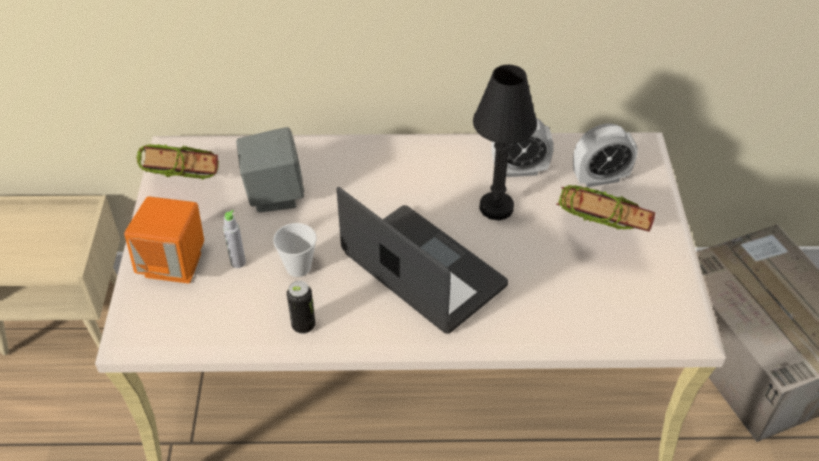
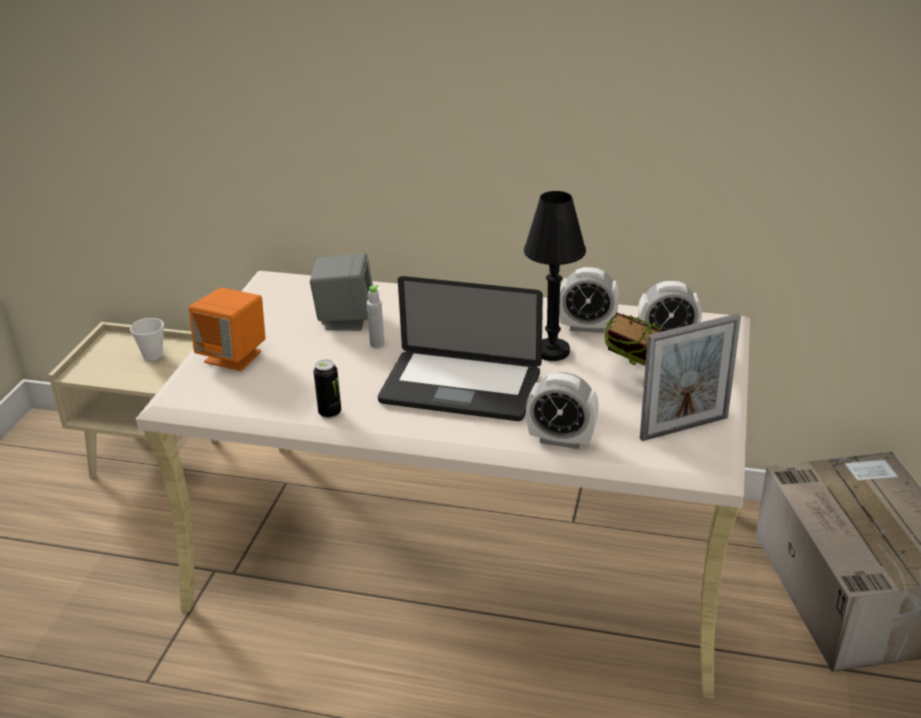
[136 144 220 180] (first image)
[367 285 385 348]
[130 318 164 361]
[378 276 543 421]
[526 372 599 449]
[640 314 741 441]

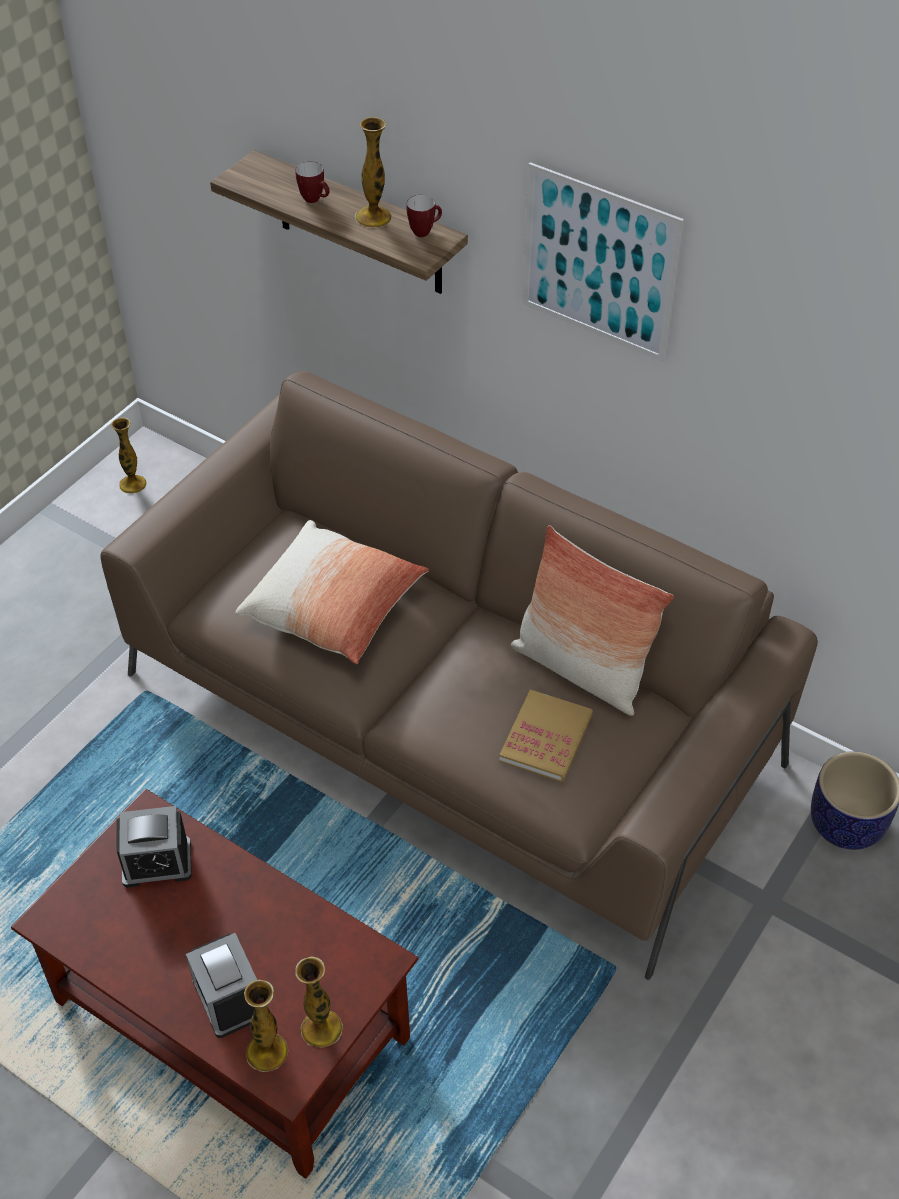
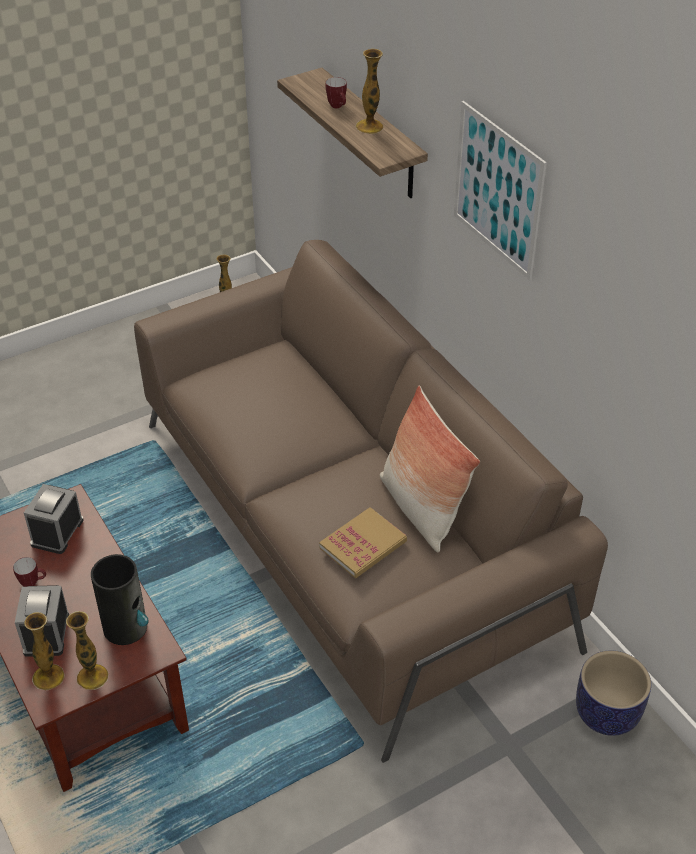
[24 484 84 554]
[235 520 429 664] (first image)
[13 557 46 587]
[91 554 149 645]

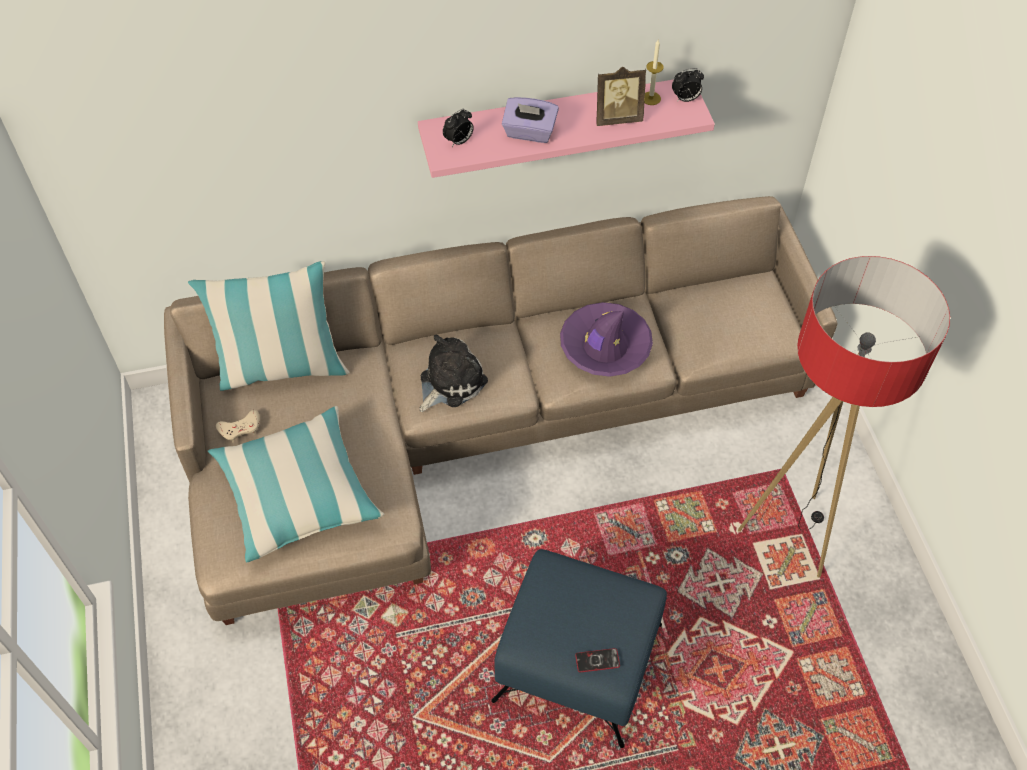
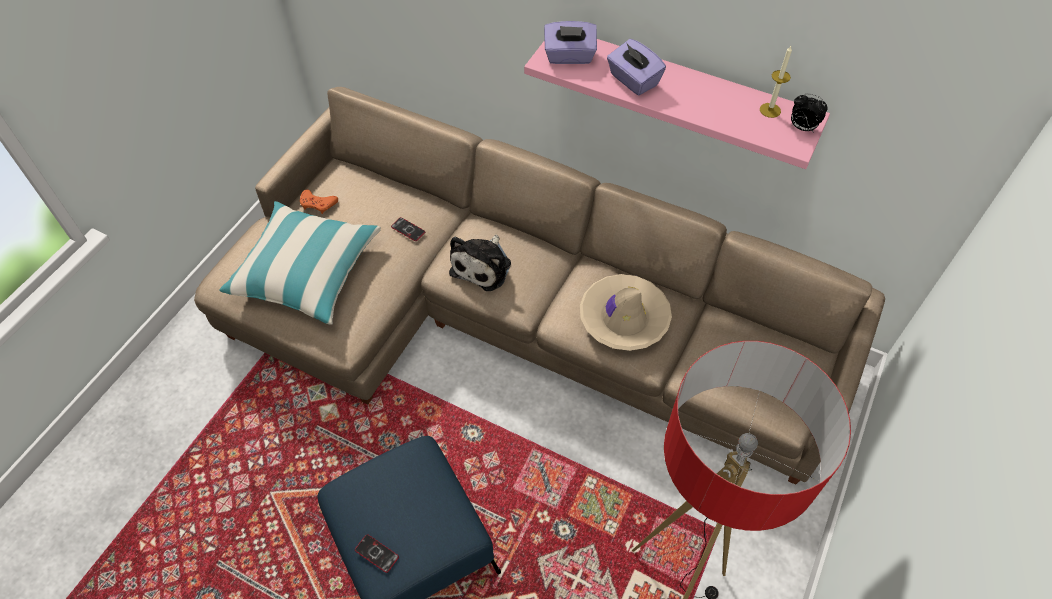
[188 261 349 391] (first image)
[300 190 338 214]
[449 235 511 291]
[544 21 597 64]
[580 274 672 351]
[596 66 646 126] (first image)
[391 217 425 241]

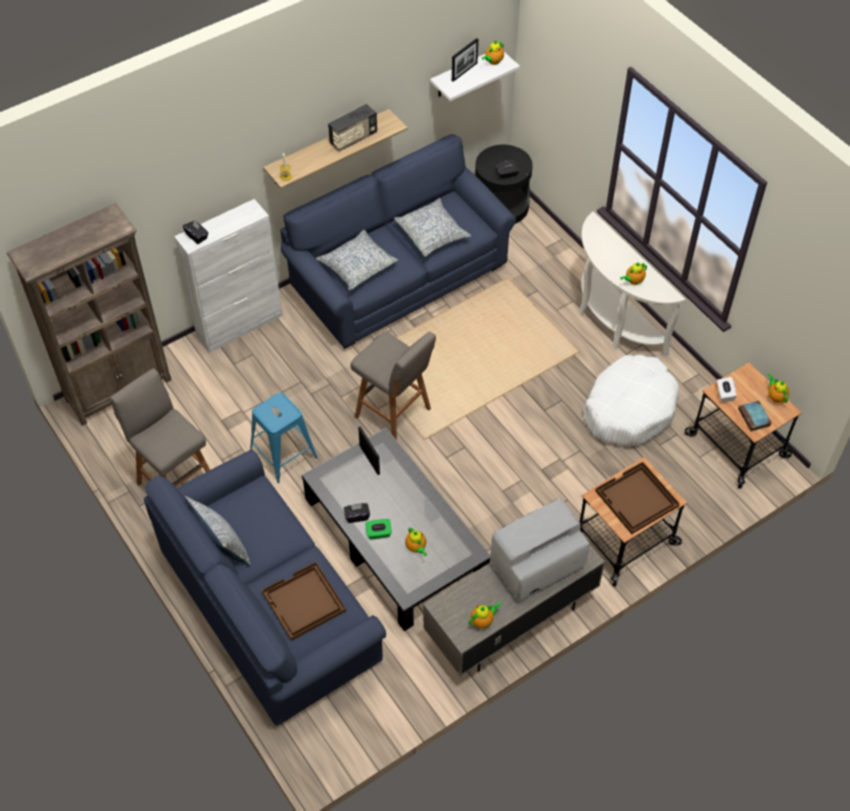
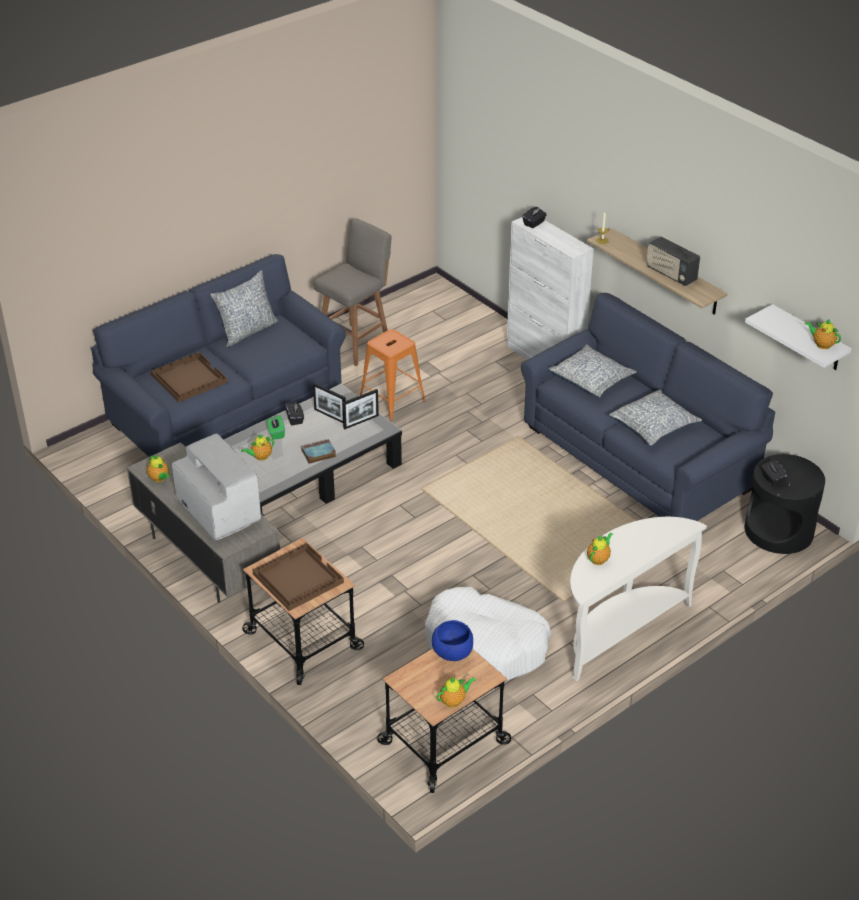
[7 203 171 426] (first image)
[360 329 426 421]
[351 332 436 440] (first image)
[313 383 346 423]
[587 532 613 565]
[432 620 473 661]
[301 439 336 464]

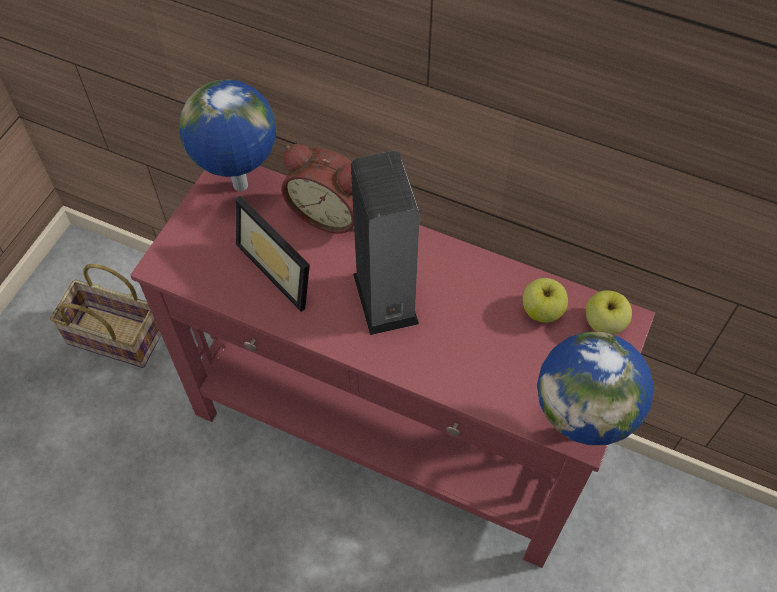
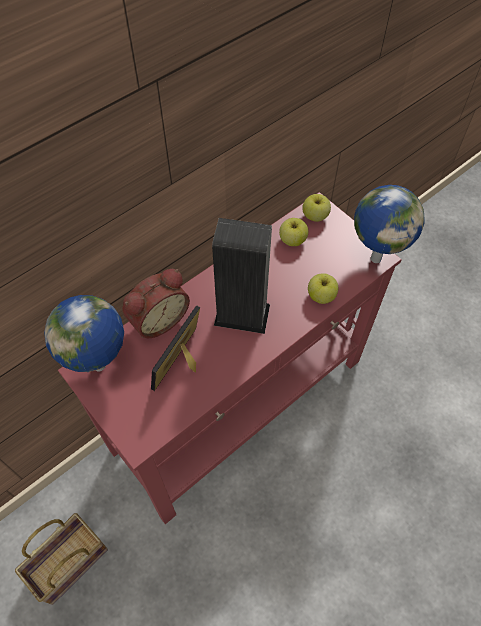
[151 306 200 391]
[308 273 338 304]

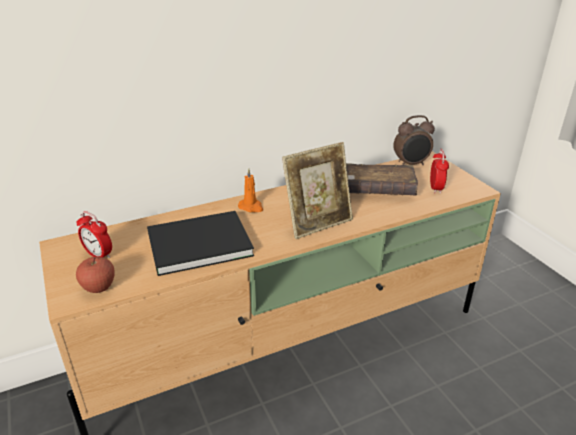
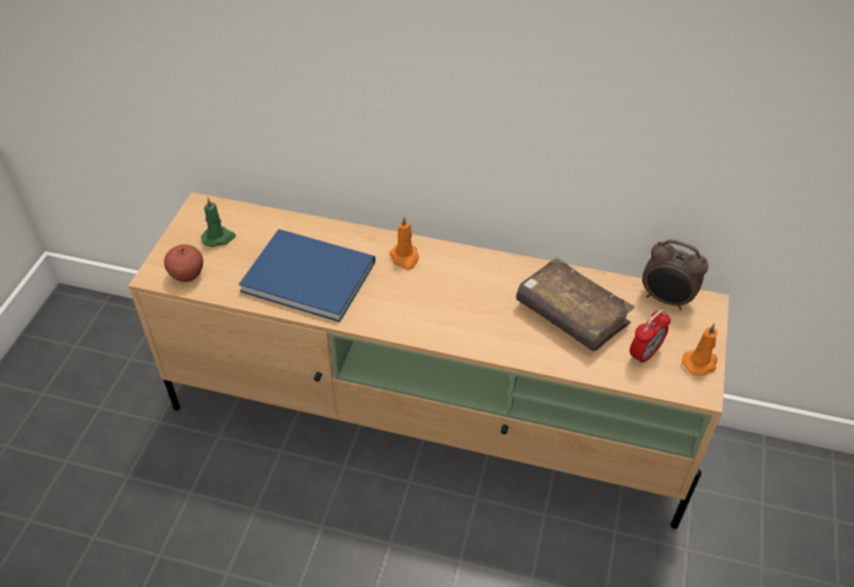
[201 197 236 247]
[239 229 375 322]
[282 142 353 239] (first image)
[682 323 718 376]

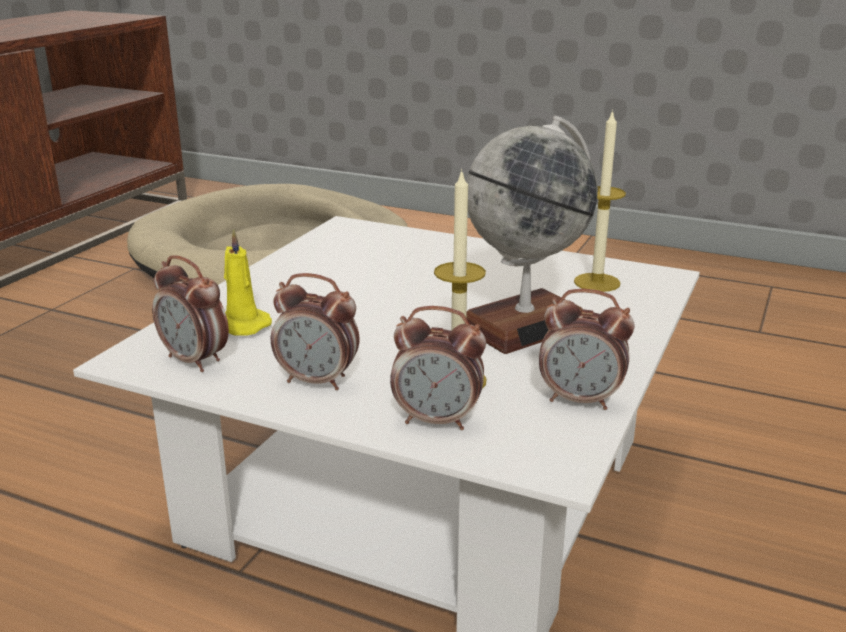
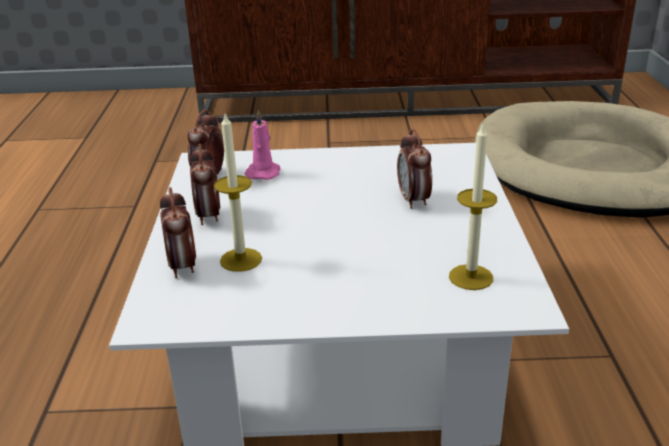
[245 109 280 180]
[466 116 598 354] (first image)
[397 129 432 209]

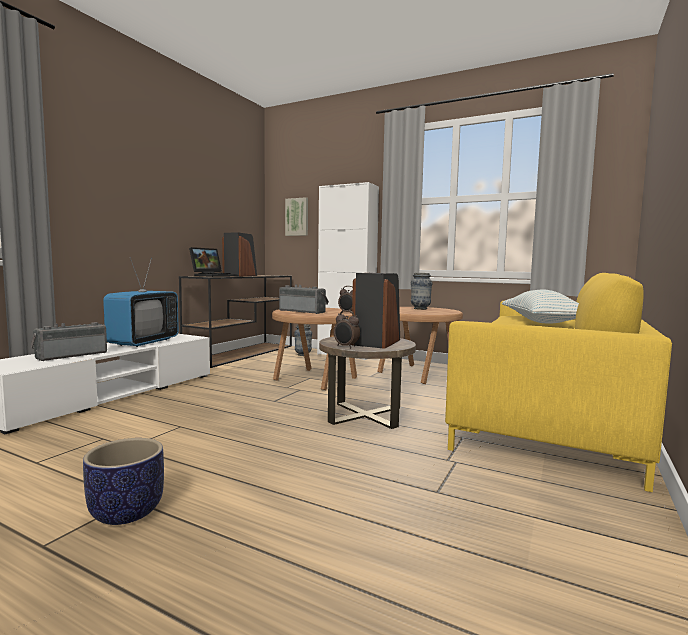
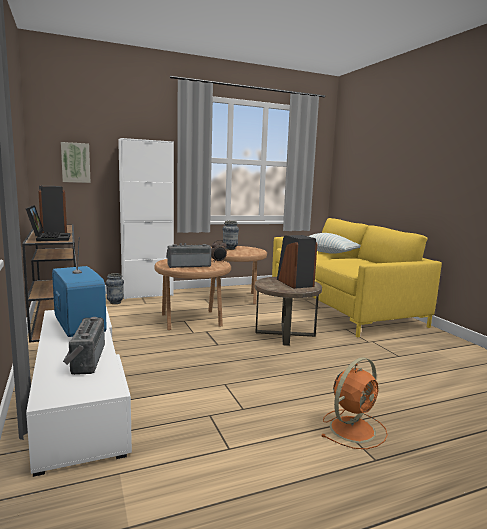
[322 357 388 449]
[334 310 360 348] (first image)

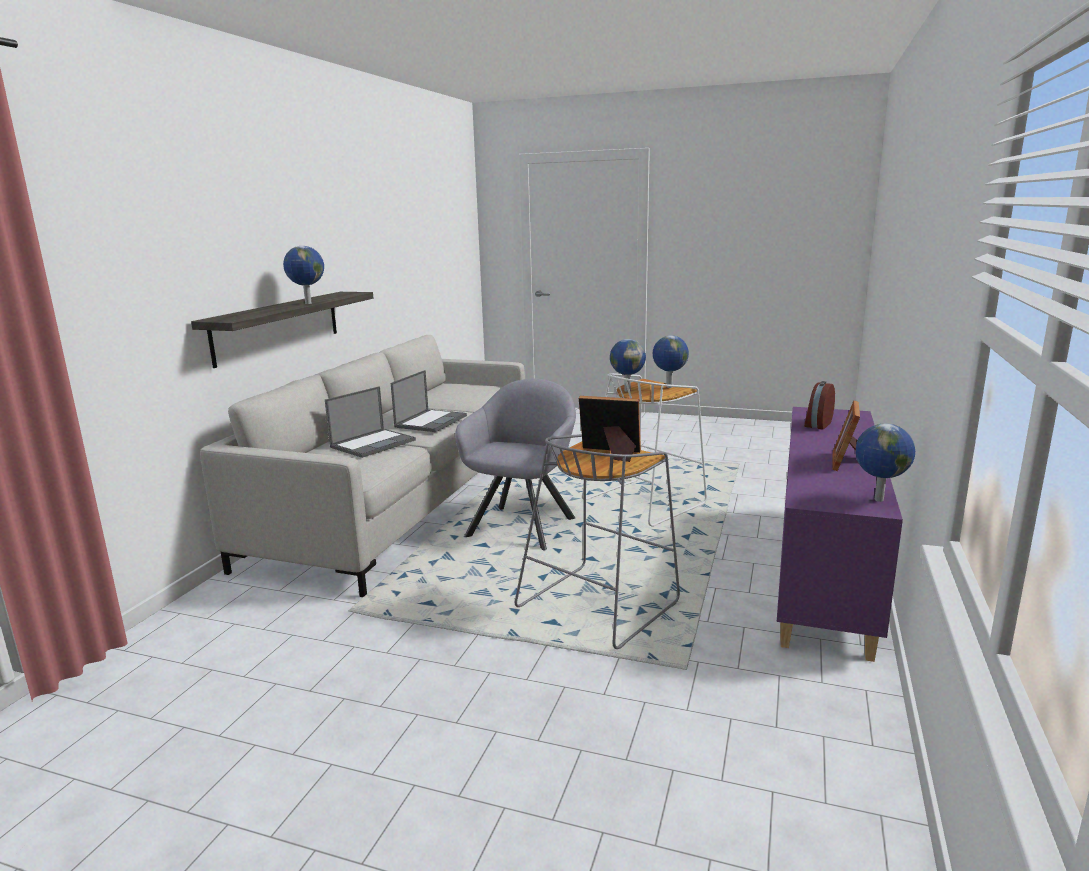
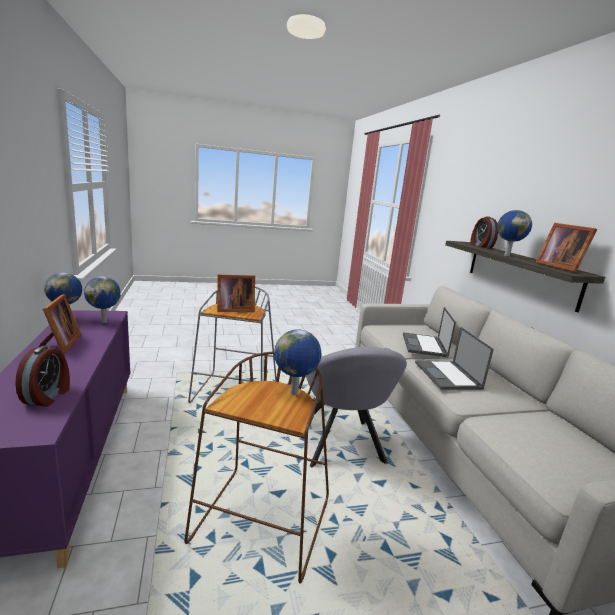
[184 352 329 584]
[84 276 121 323]
[470 216 498 248]
[536 223 597 273]

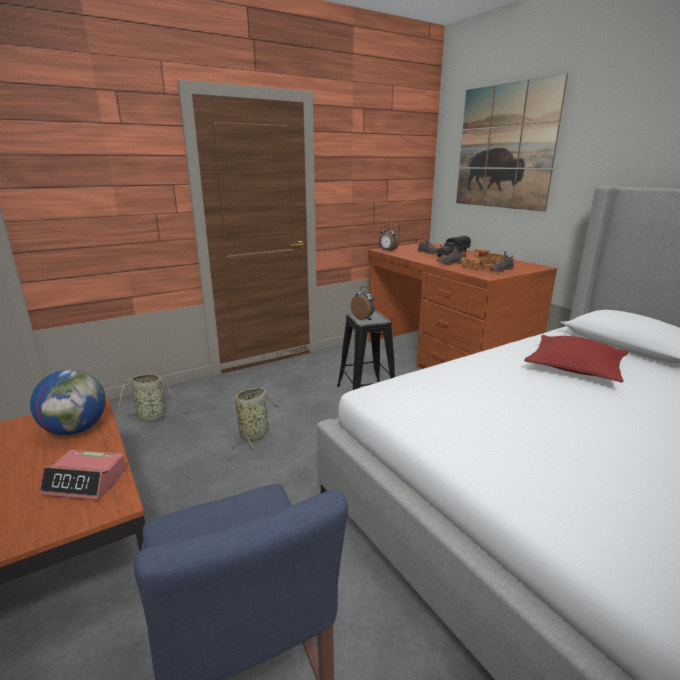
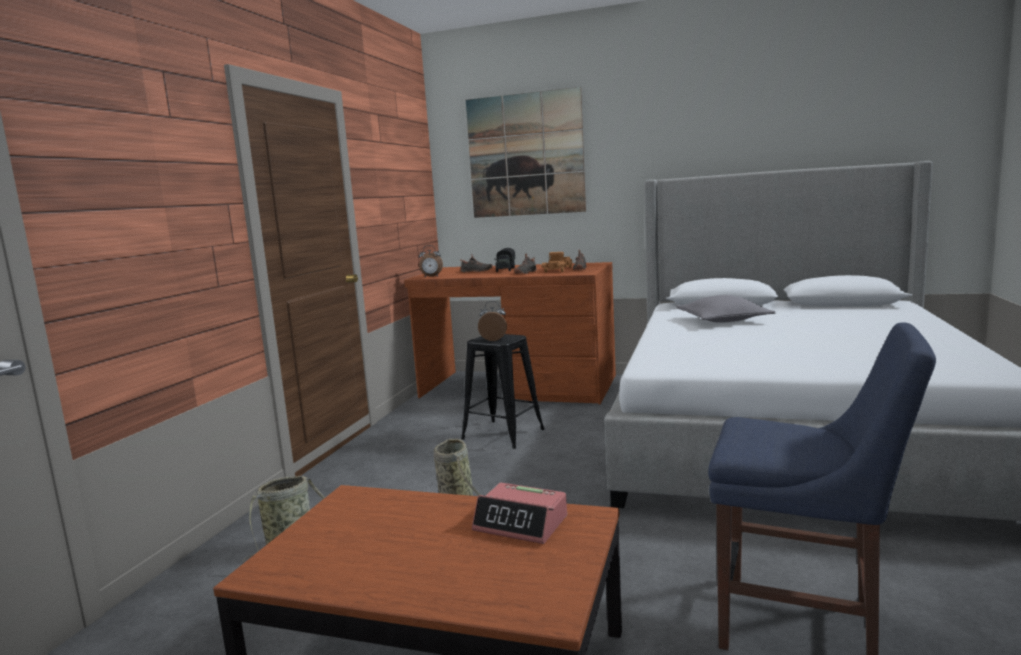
[30 370 106 435] (first image)
[472 483 567 544]
[676 295 775 323]

